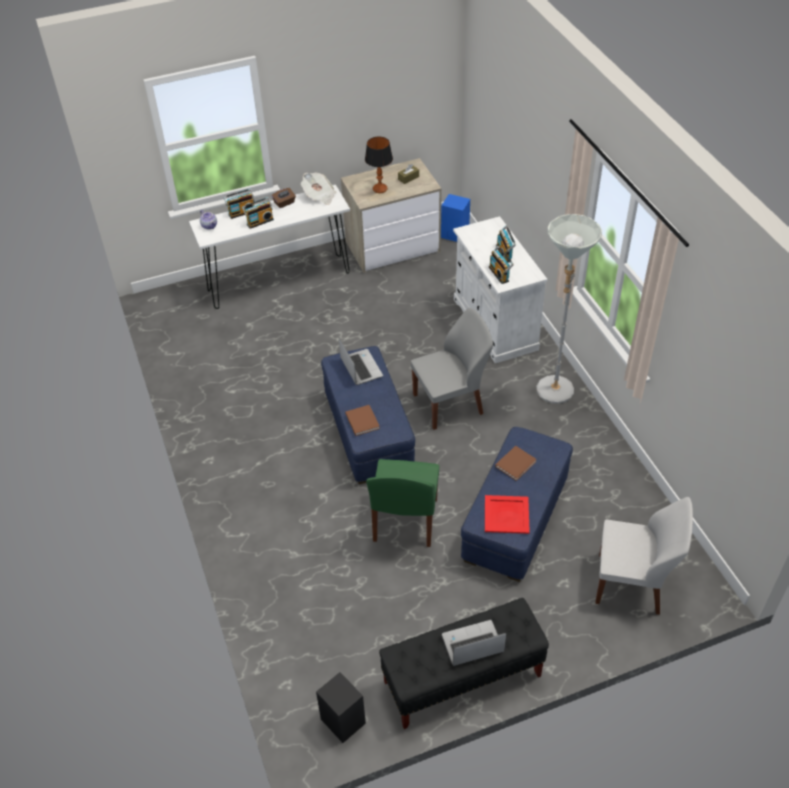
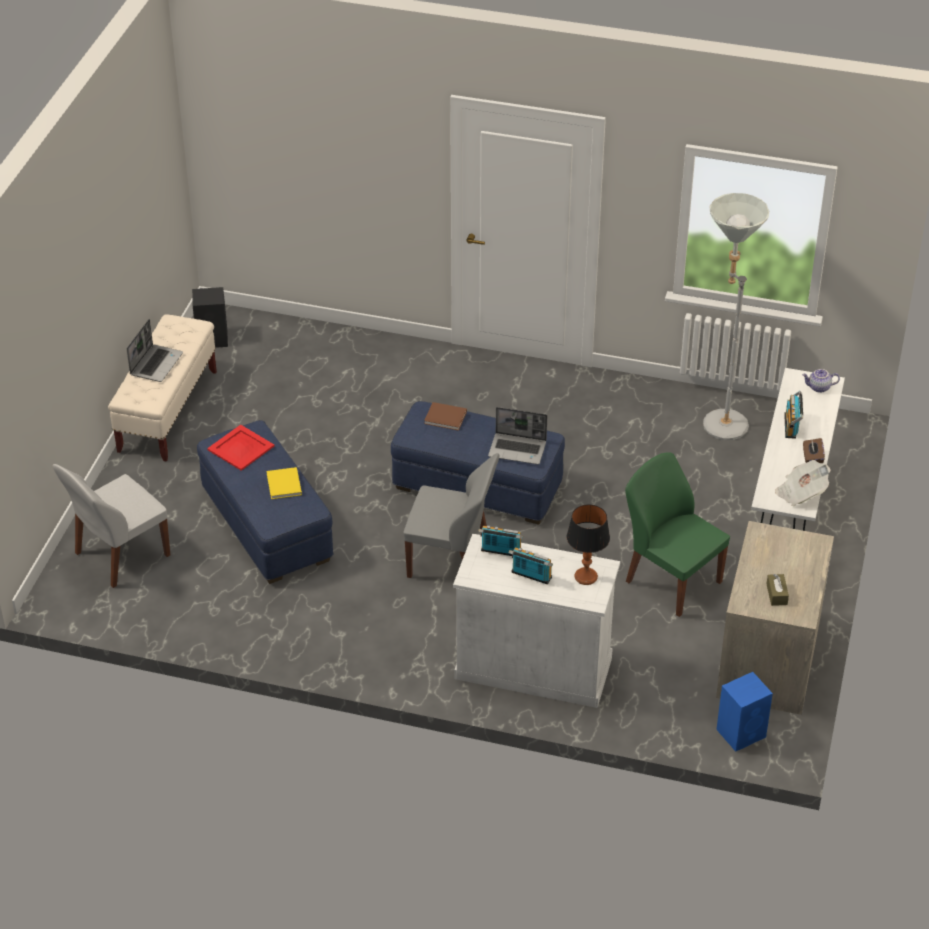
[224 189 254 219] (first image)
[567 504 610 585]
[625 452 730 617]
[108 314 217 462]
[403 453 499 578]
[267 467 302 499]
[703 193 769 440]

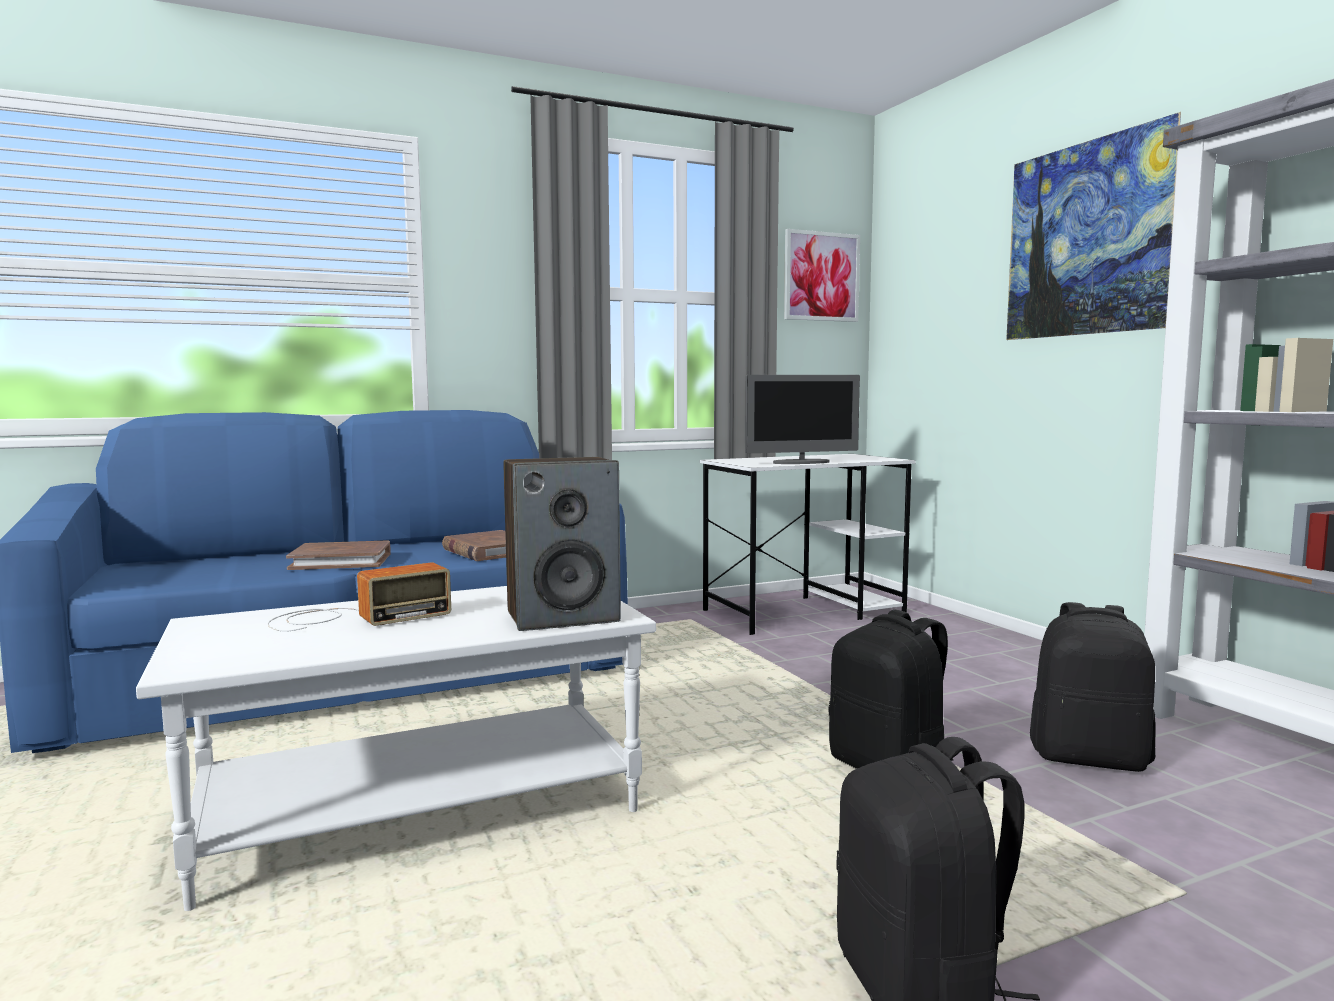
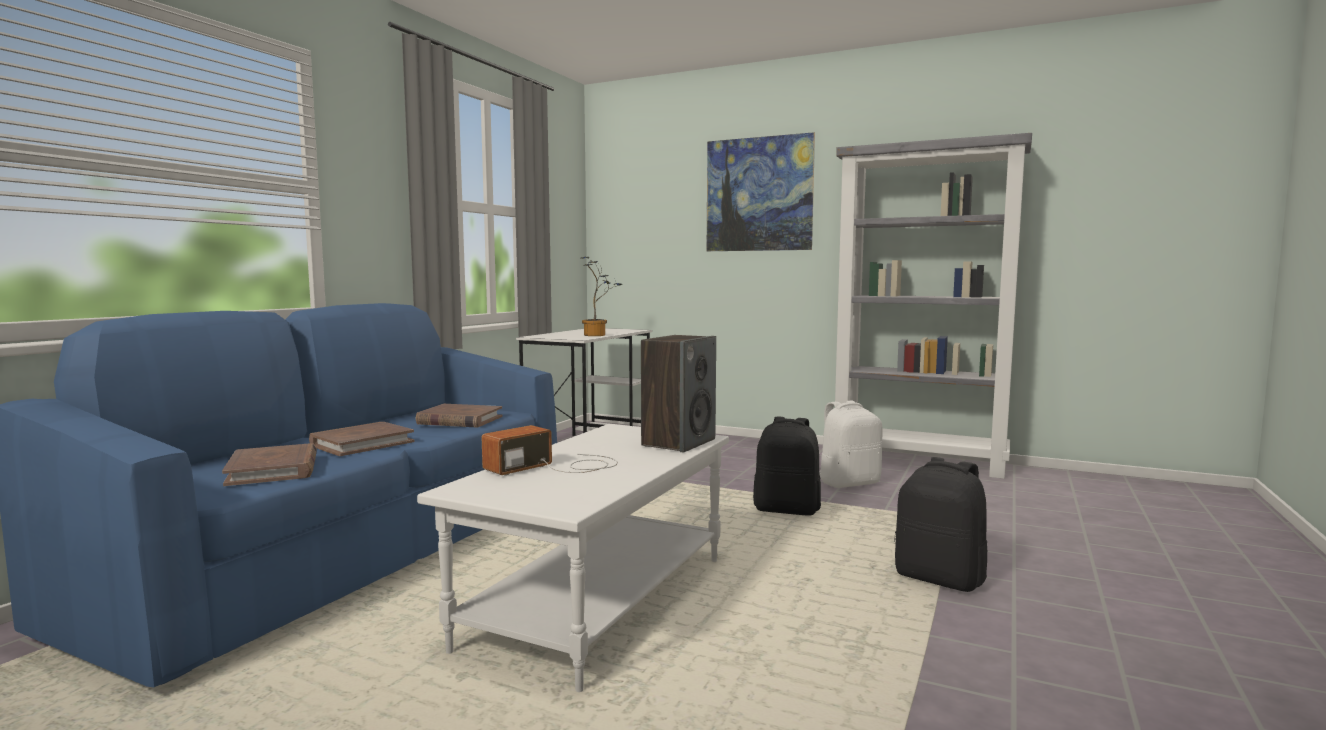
[482 425 618 475]
[581 257 623 336]
[784 229 860 322] (first image)
[819 400 883 488]
[222 443 317 486]

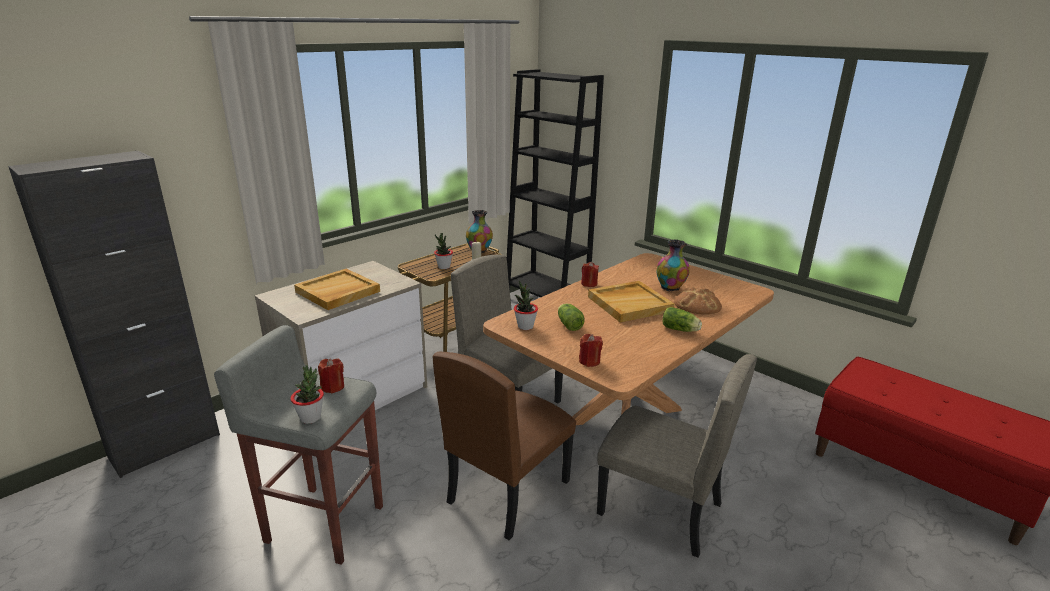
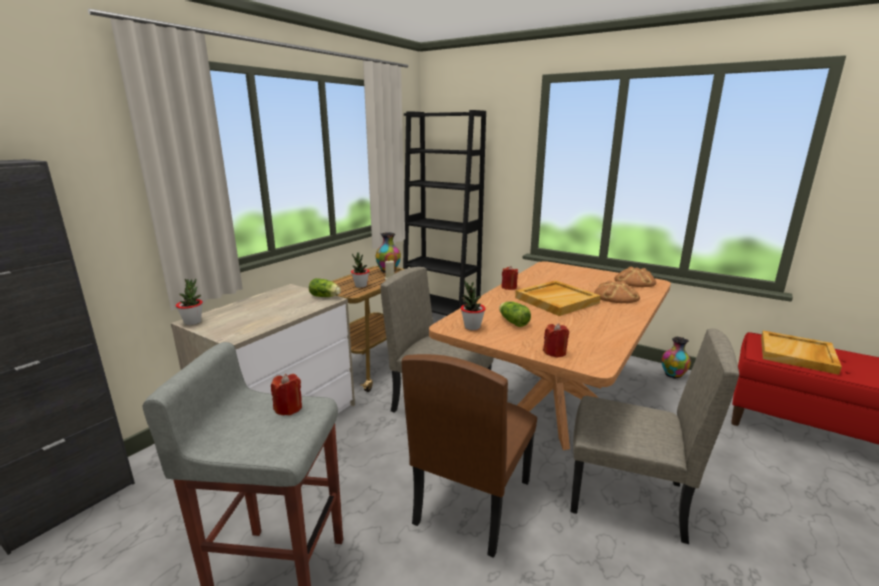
[176 279 203 325]
[761 331 842 375]
[661 337 691 379]
[309 278 341 297]
[614 267 657 287]

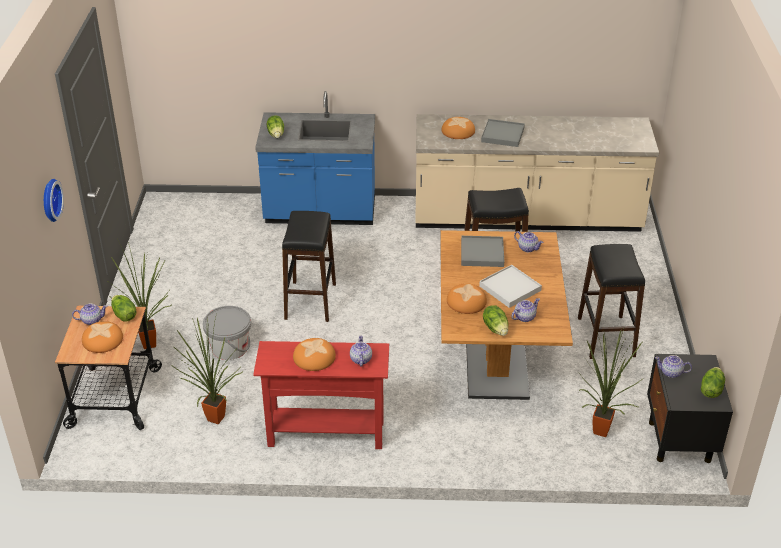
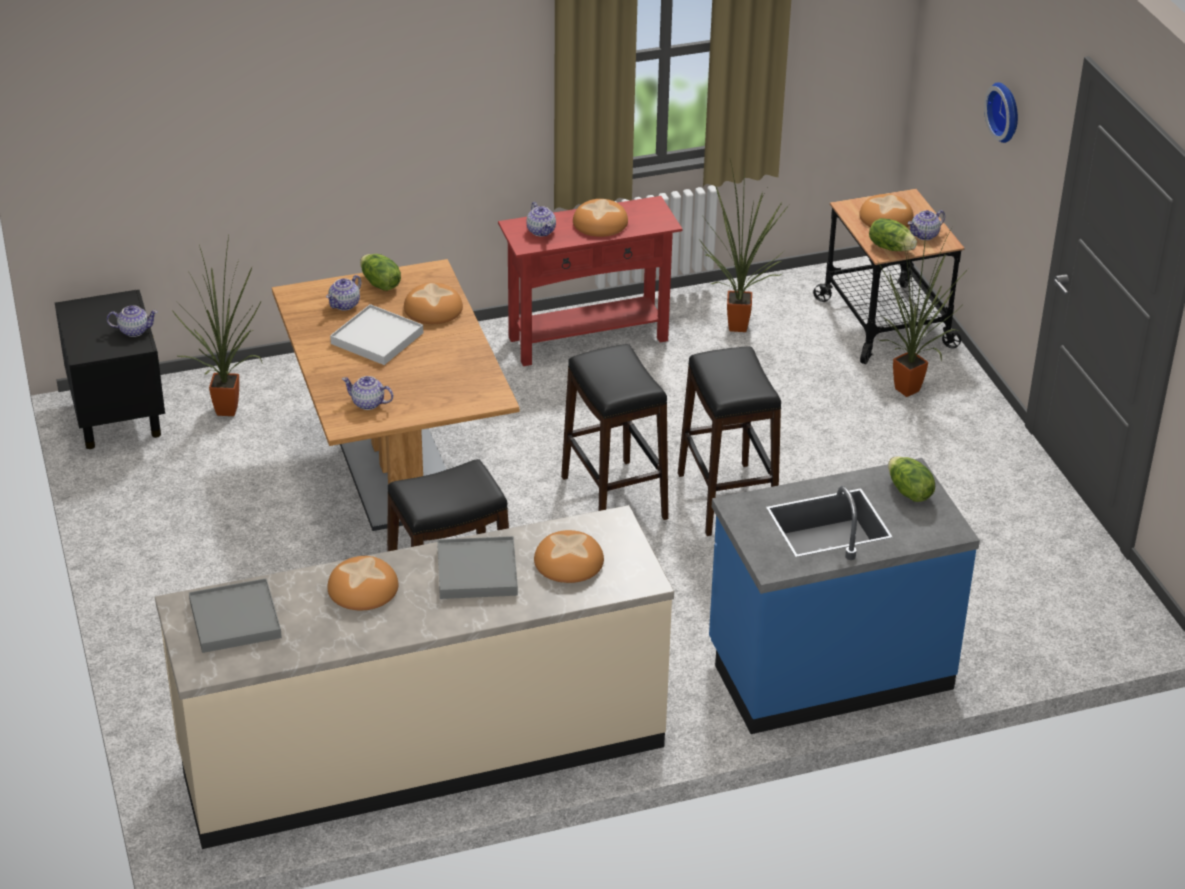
[203 306 251 360] (first image)
[189 578 282 653]
[561 344 668 520]
[701 367 725 398] (first image)
[327 556 398 610]

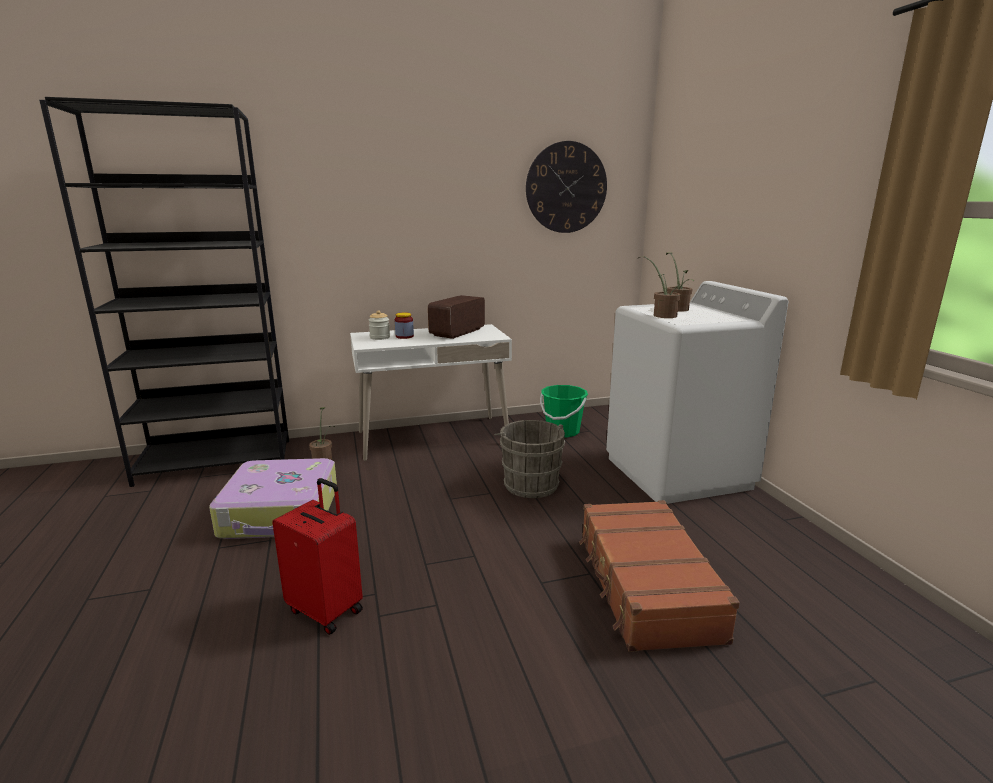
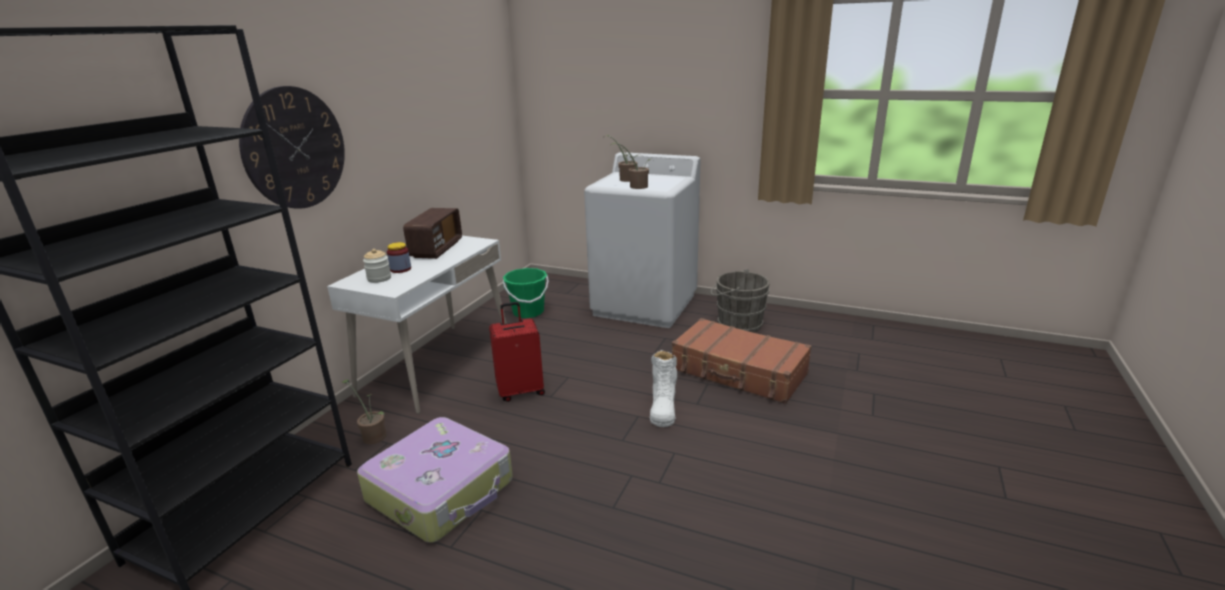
[489 302 545 402]
[403 208 462 259]
[711 269 770 333]
[239 86 345 209]
[650 350 677 427]

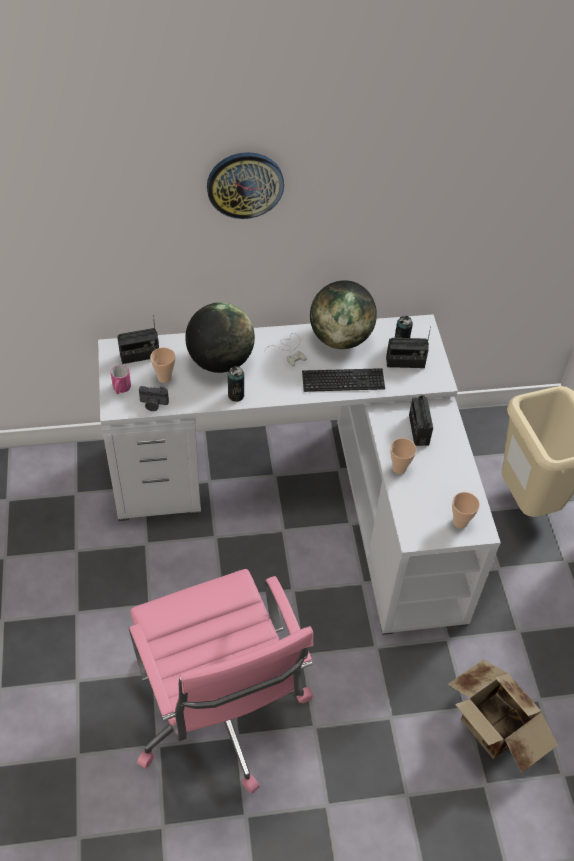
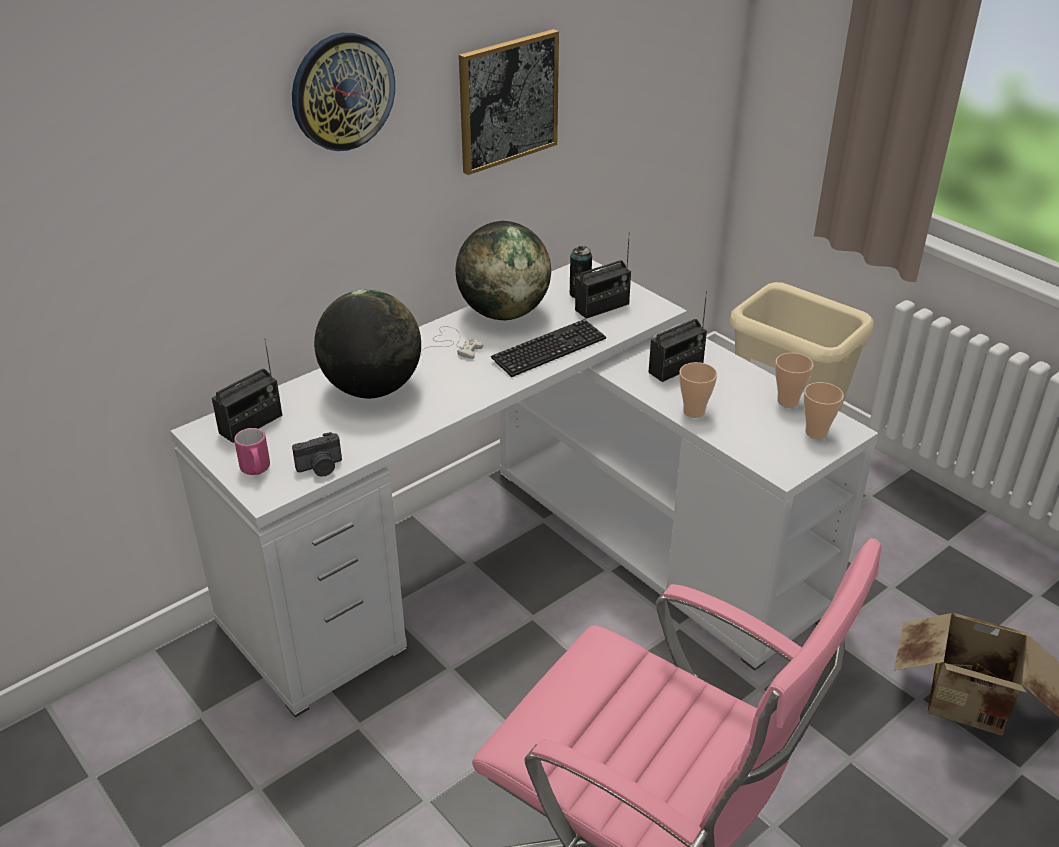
[775 353 814 408]
[228 366 244 402] (first image)
[648 291 707 382]
[459 29 559 175]

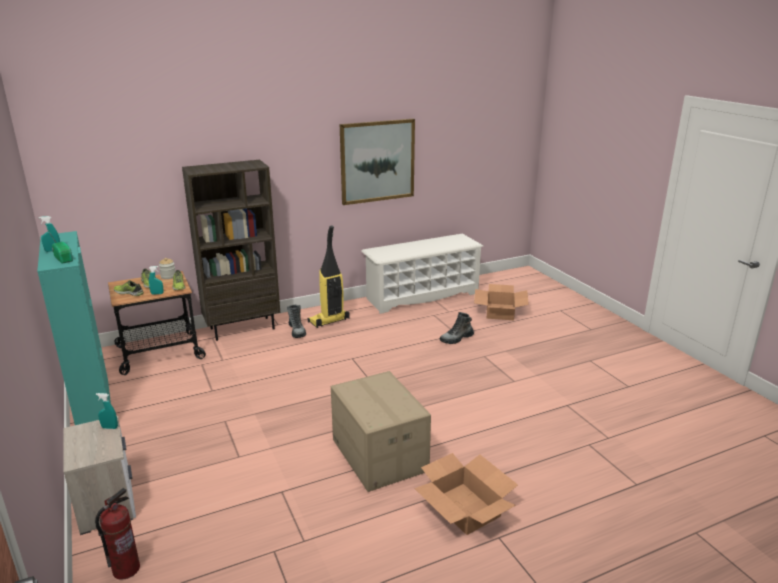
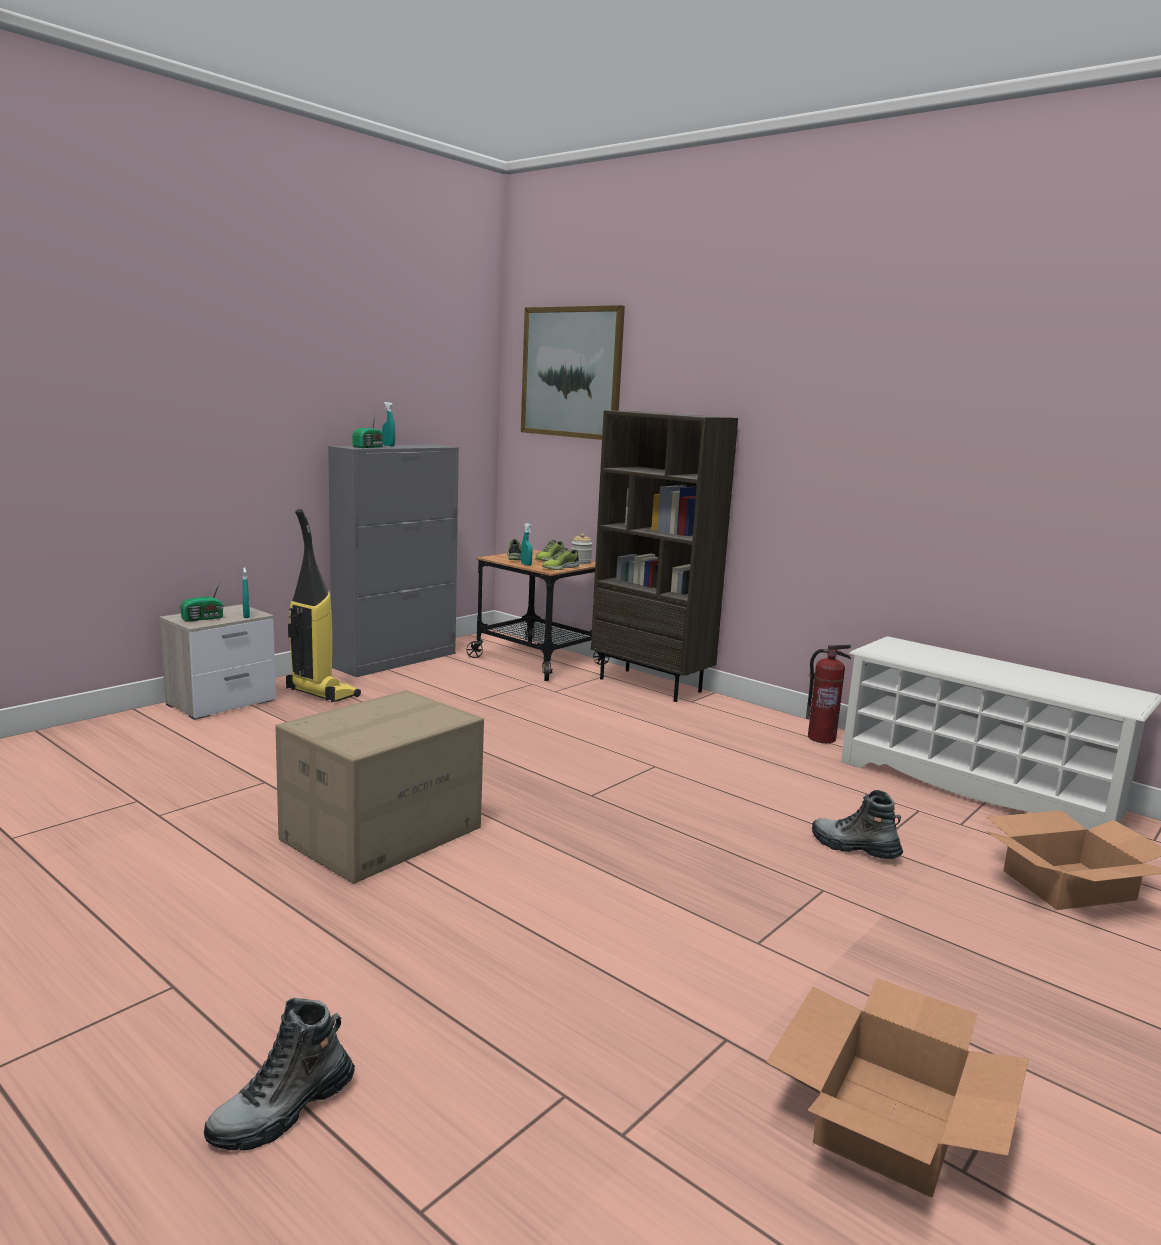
[328 444 459 677]
[806 645 851 743]
[204 998 355 1151]
[286 509 361 702]
[521 305 625 440]
[766 978 1029 1198]
[180 579 224 622]

